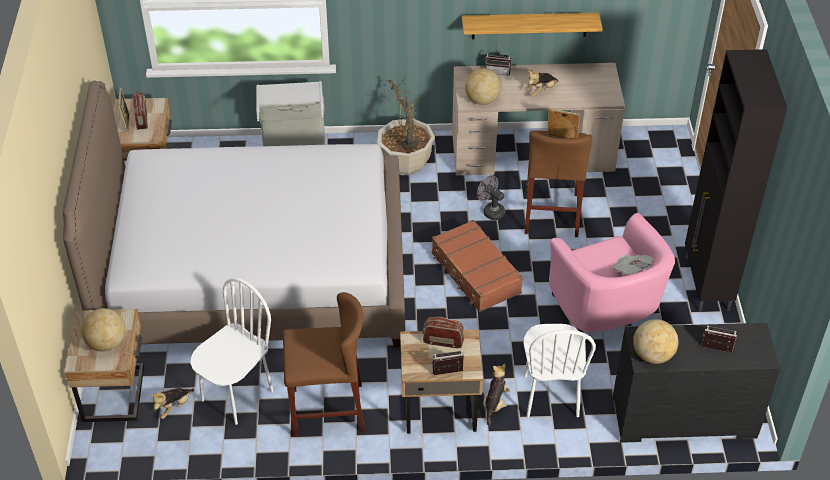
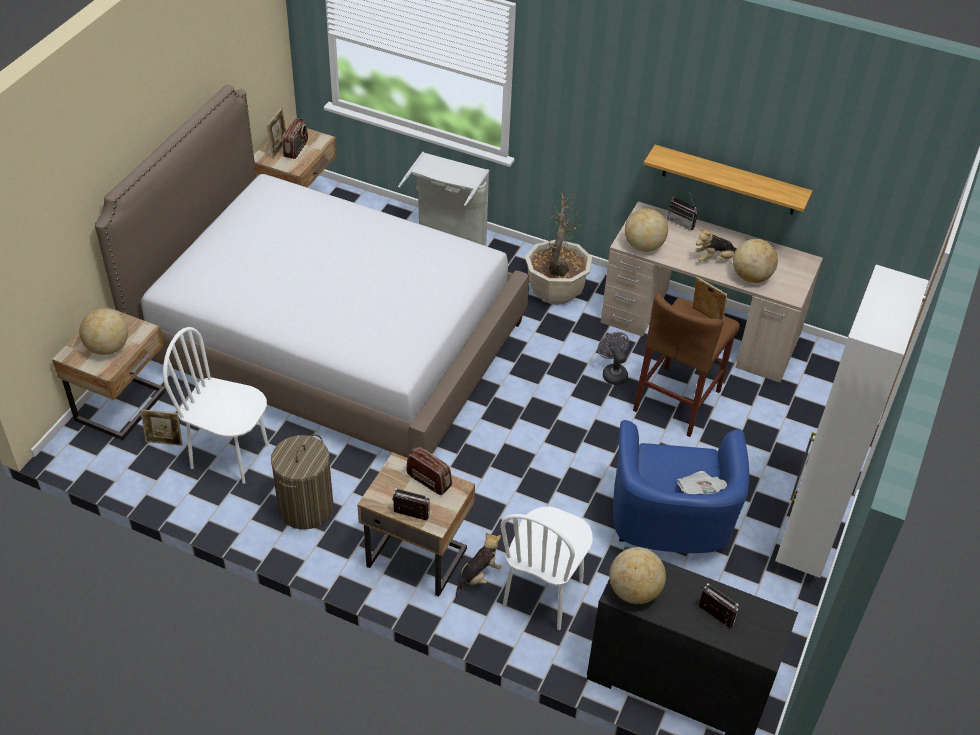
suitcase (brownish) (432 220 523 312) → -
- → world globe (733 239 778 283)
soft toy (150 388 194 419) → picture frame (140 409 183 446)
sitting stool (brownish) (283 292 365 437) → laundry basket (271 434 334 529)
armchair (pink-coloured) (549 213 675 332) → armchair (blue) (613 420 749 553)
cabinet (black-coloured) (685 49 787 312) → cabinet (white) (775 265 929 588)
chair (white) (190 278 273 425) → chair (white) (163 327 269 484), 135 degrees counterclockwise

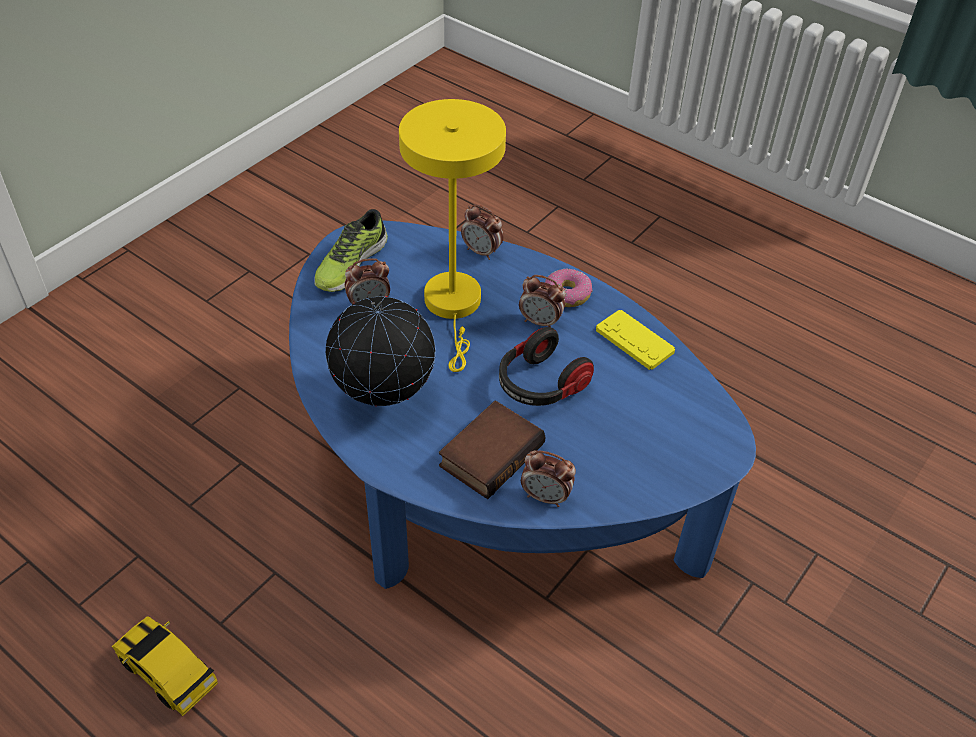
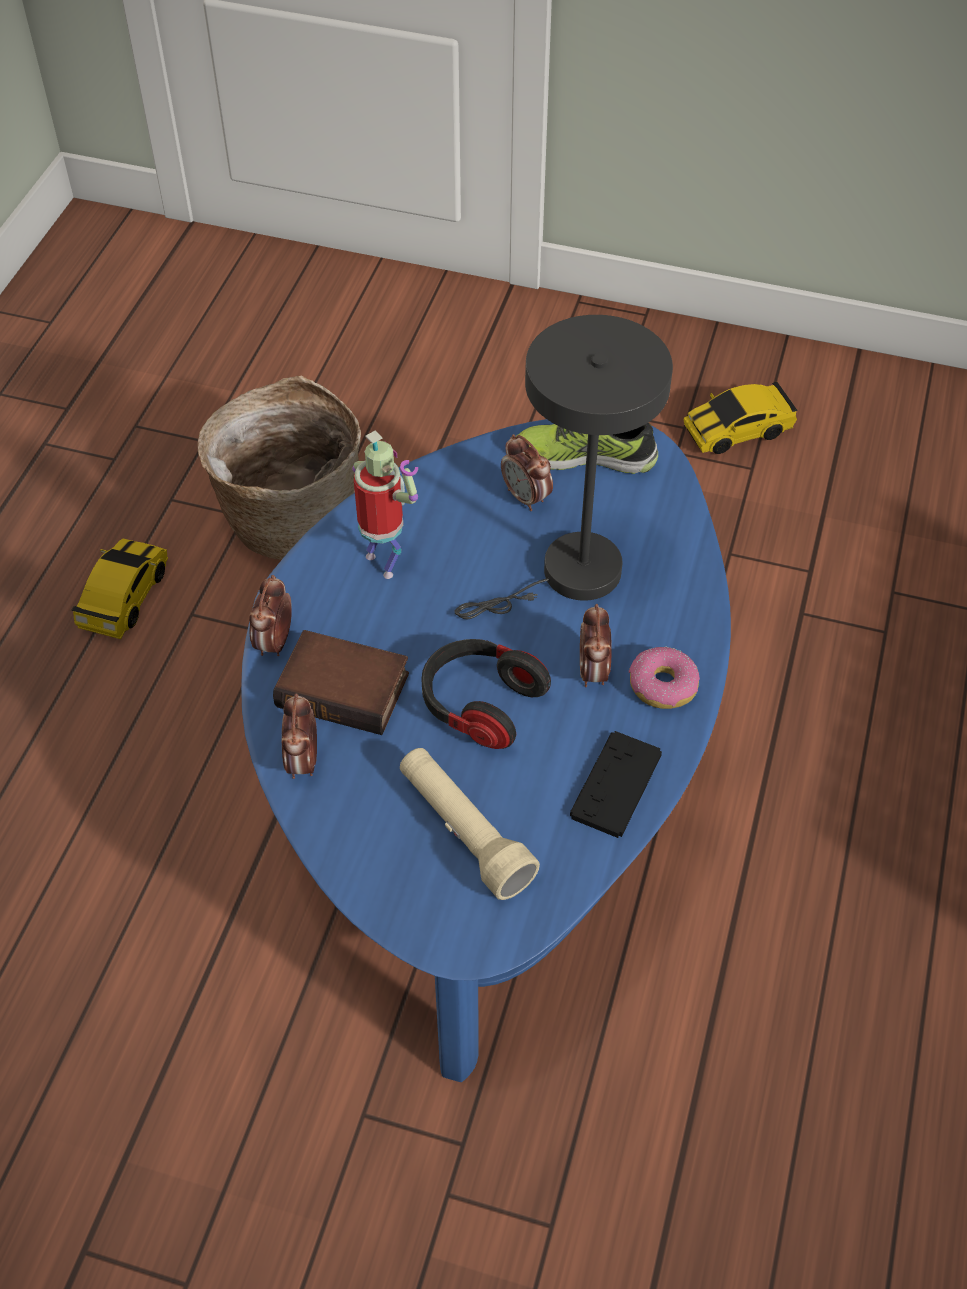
- → storage basket (198 375 361 560)
- → torch (beige) (400 748 540 900)
- → toy car (684 382 798 454)
bedside clock (461 204 504 260) → bedside clock (249 575 292 656), moved
world globe (326 296 436 407) → toy robot (352 431 418 579)
tabletop lamp (yellow-coloured) (399 99 506 372) → tabletop lamp (gray) (454 315 673 619)
gamepad (yellow-coloured) (596 310 675 370) → gamepad (black-coloured) (570 731 662 838)

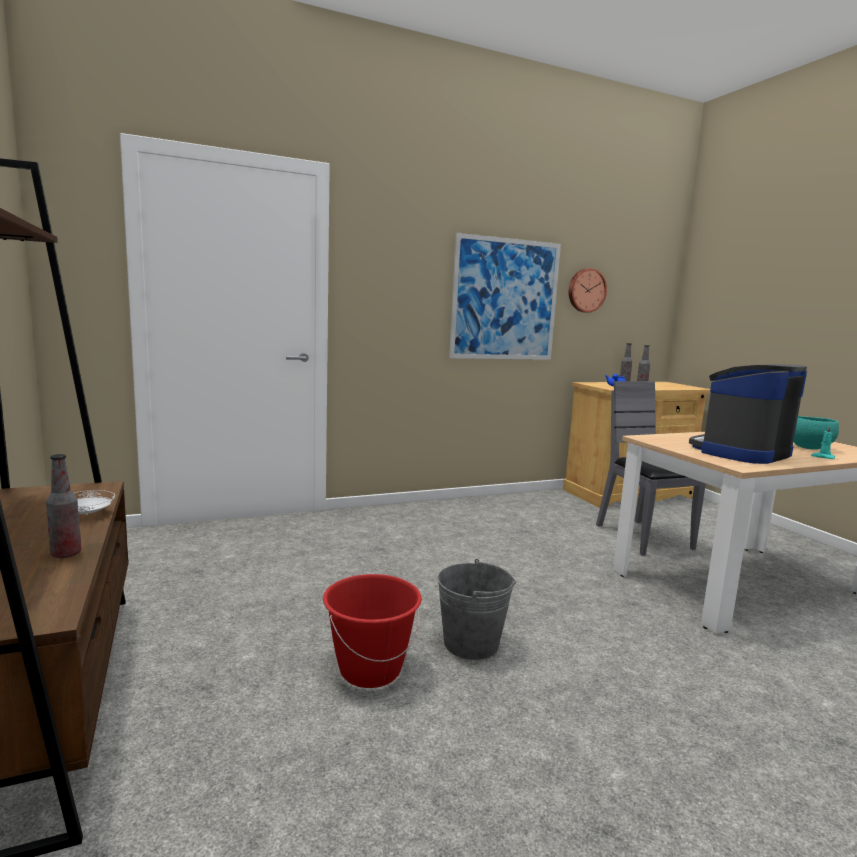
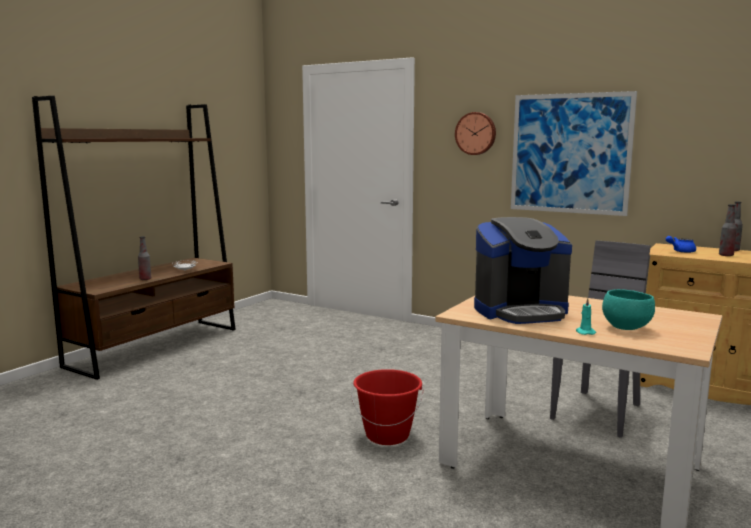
pail (gray) (437 559 516 660) → -
pail (reddish) (323 574 422 688) → pail (reddish) (352 369 424 445), moved
clock on the wall (569 268 607 313) → clock on the wall (455 112 496 155), moved
coffee machine (689 364 807 464) → coffee machine (474 217 572 324), 150 degrees clockwise

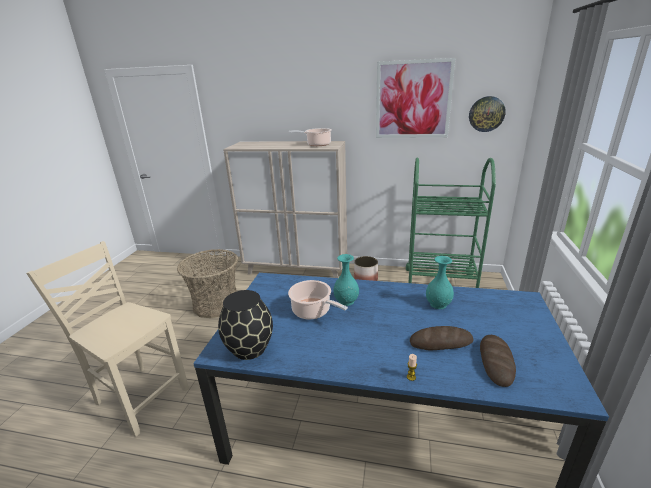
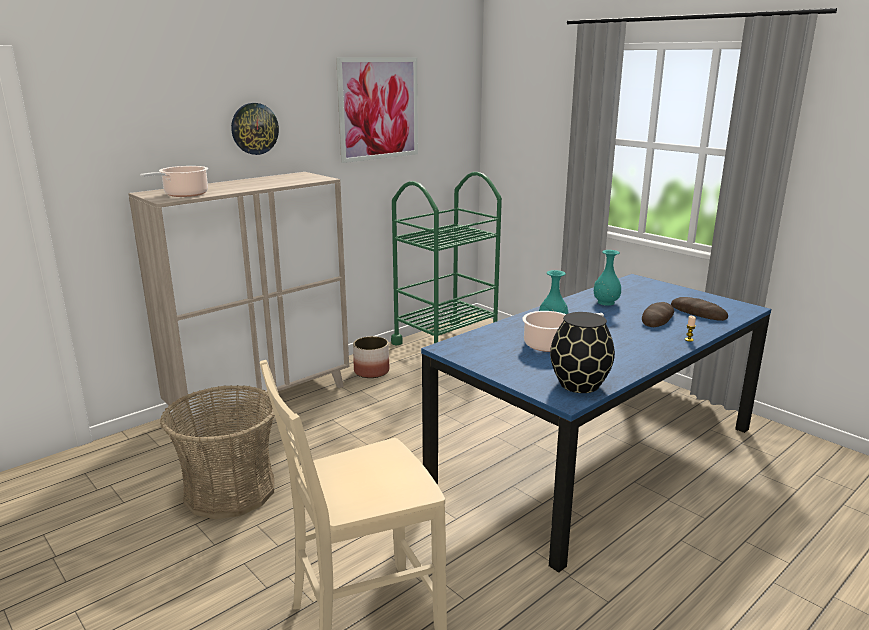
saucepot (289 128 332 146) → saucepot (140 166 208 197), moved
clock on the wall (469 96 506 132) → clock on the wall (231 103 279 155), moved

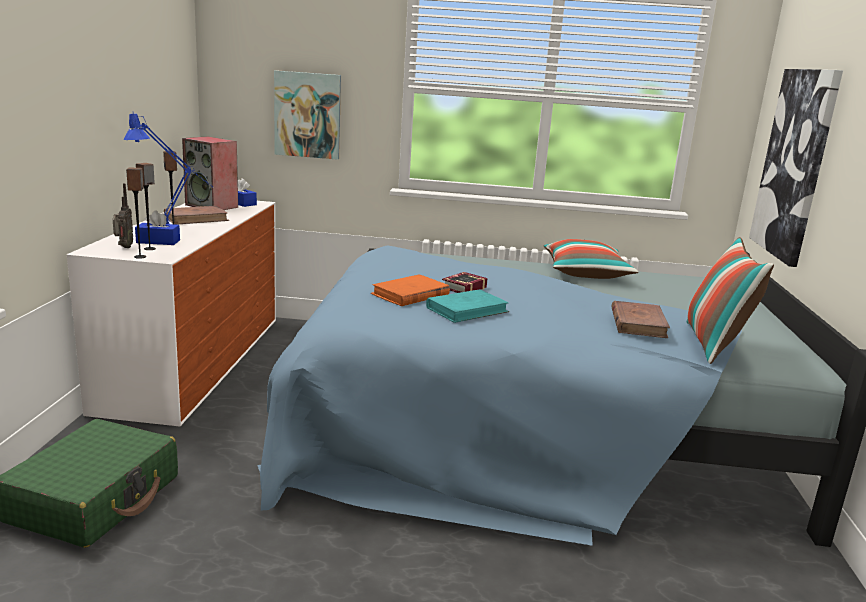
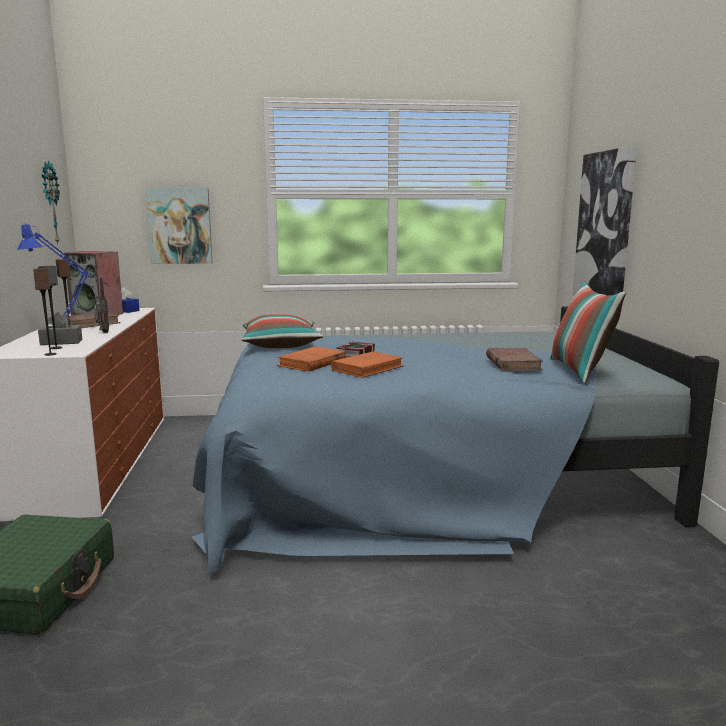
- → clock on the wall (42 160 60 244)
radio set (113 183 133 248) → radio set (94 278 109 333), moved
throw pillow (544 239 639 279) → throw pillow (242 314 323 348), moved
tissue holder (blue) (135 211 180 245) → tissue holder (gray) (38 312 82 345)
volume (blue-green) (426 289 509 323) → volume (orange) (331 351 404 378)

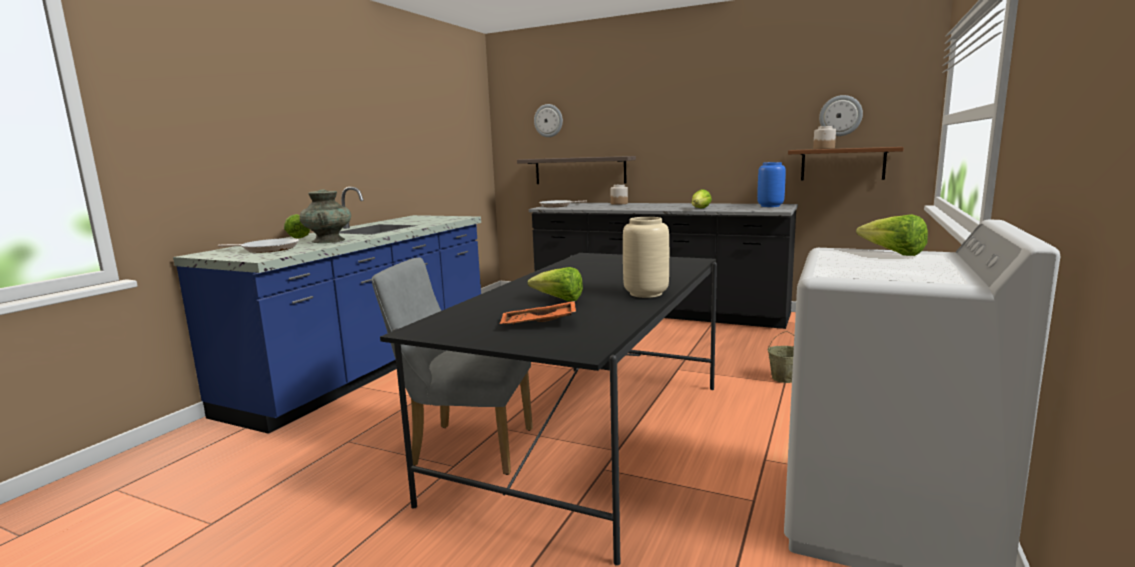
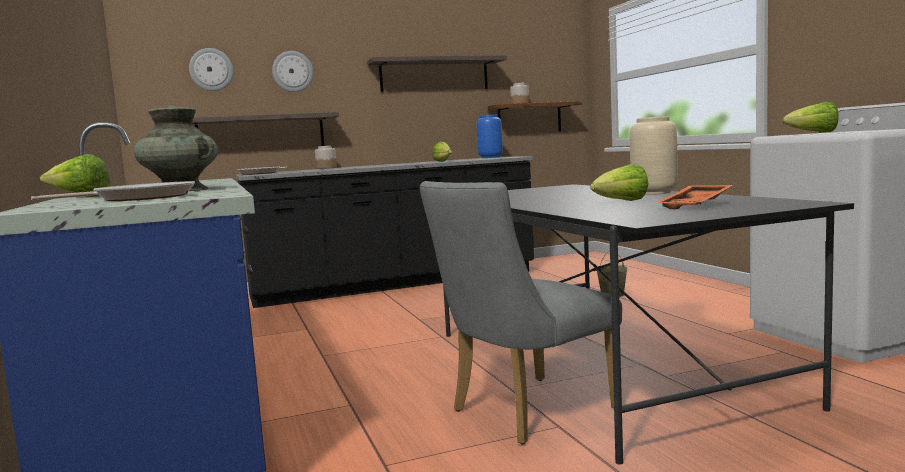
- → shelf (367 55 507 92)
clock on the wall (819 95 863 136) → clock on the wall (272 51 313 92), moved

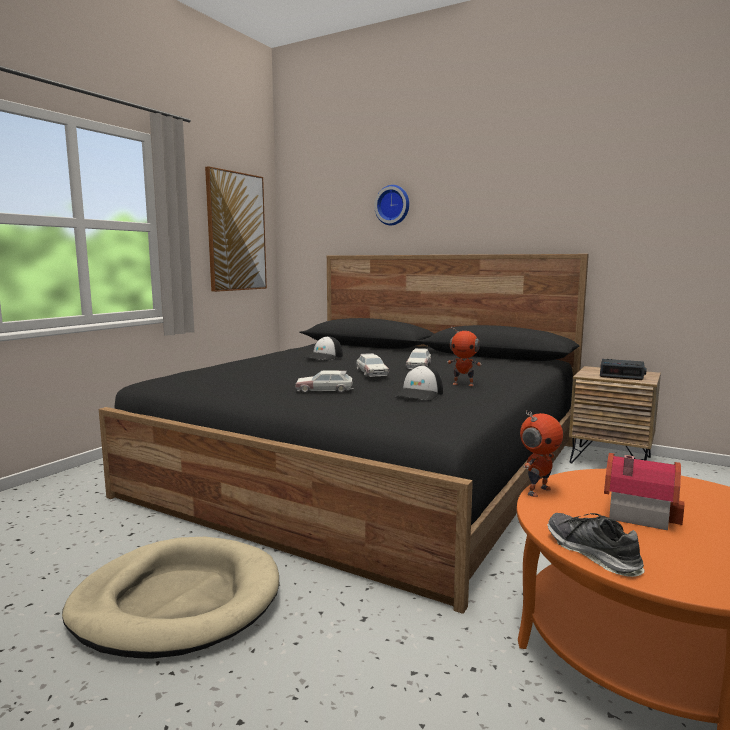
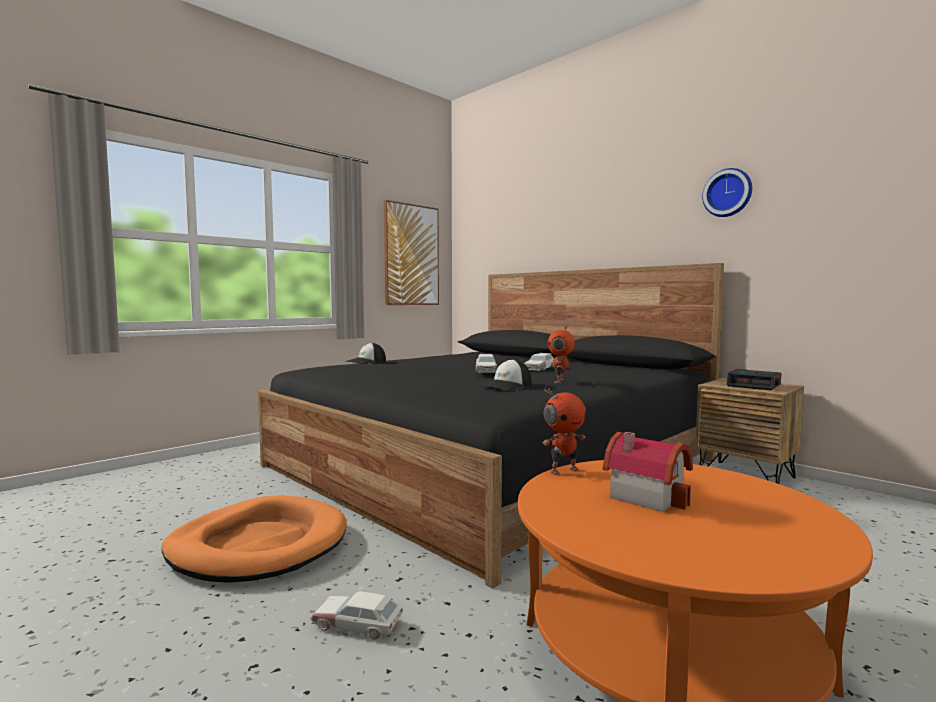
shoe (547 513 644 577) → -
toy car (295 370 353 393) → toy car (311 591 403 639), moved
peaked cap (304 336 343 361) → peaked cap (346 343 386 364), moved
clock on the wall (374 185 409 225) → clock on the wall (702 168 752 217), moved
dog cushion (beige) (62 537 279 659) → dog cushion (orange) (161 495 347 583)
toy robot (447 325 482 386) → toy robot (548 325 575 383), 75 degrees clockwise

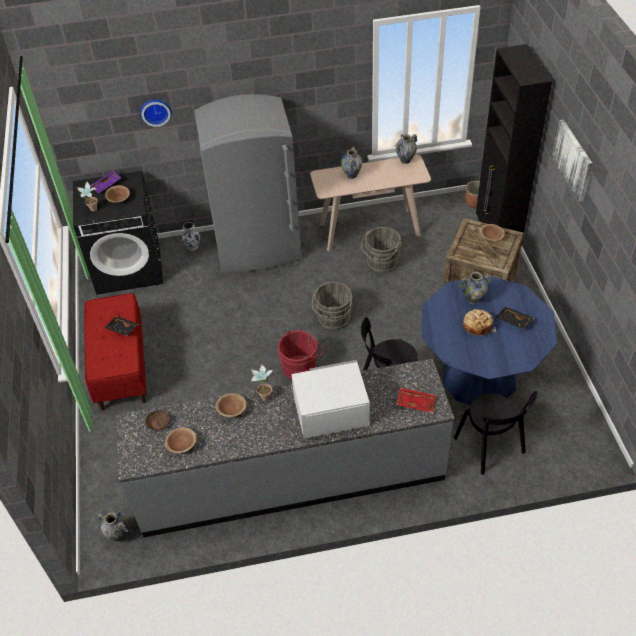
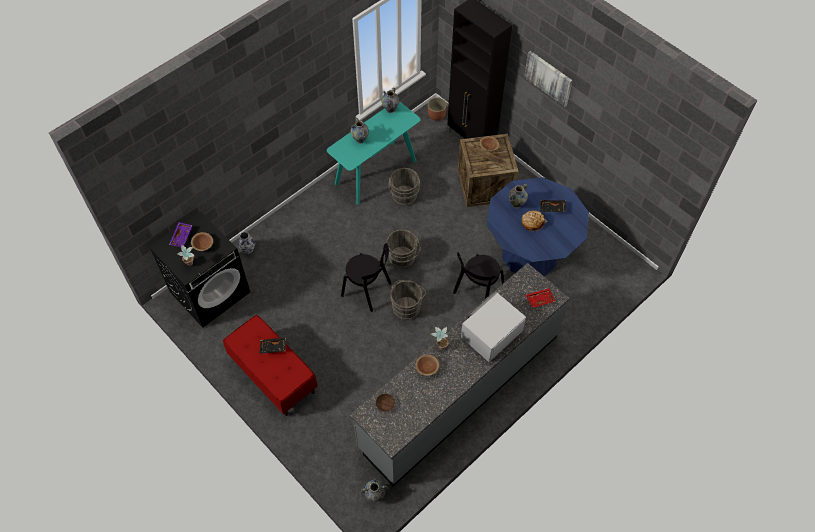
clock on the wall (140 99 172 127) → -
serving bowl (brownish) (165 427 196 453) → -
kitchen fridge (gray) (194 94 302 272) → -
chair (black-coloured) (454 391 537 475) → chair (black-coloured) (341 243 392 312), moved
pail (reddish) (278 330 323 380) → pail (gray) (390 280 426 320)
hall table (beige) (310 155 431 251) → hall table (blue-green) (327 101 421 205)

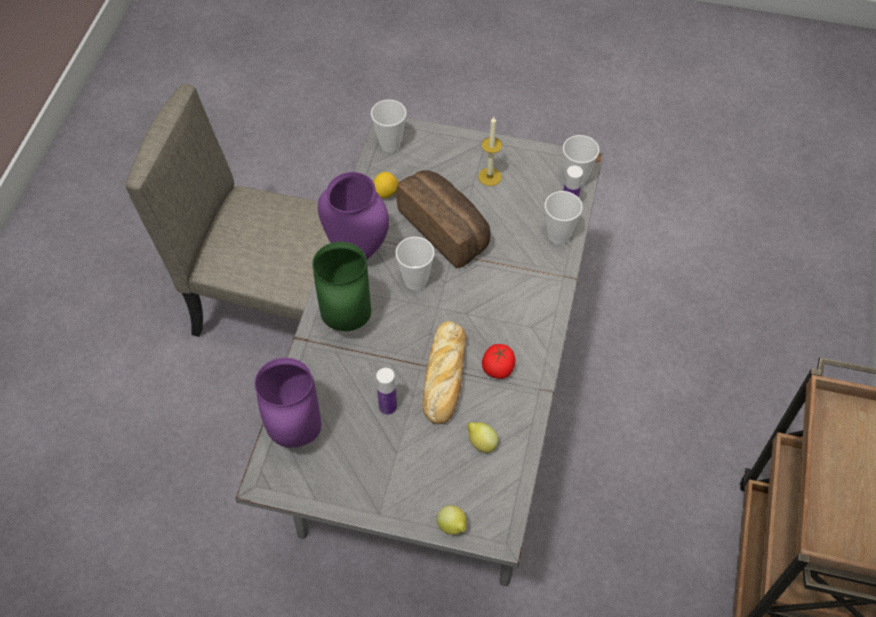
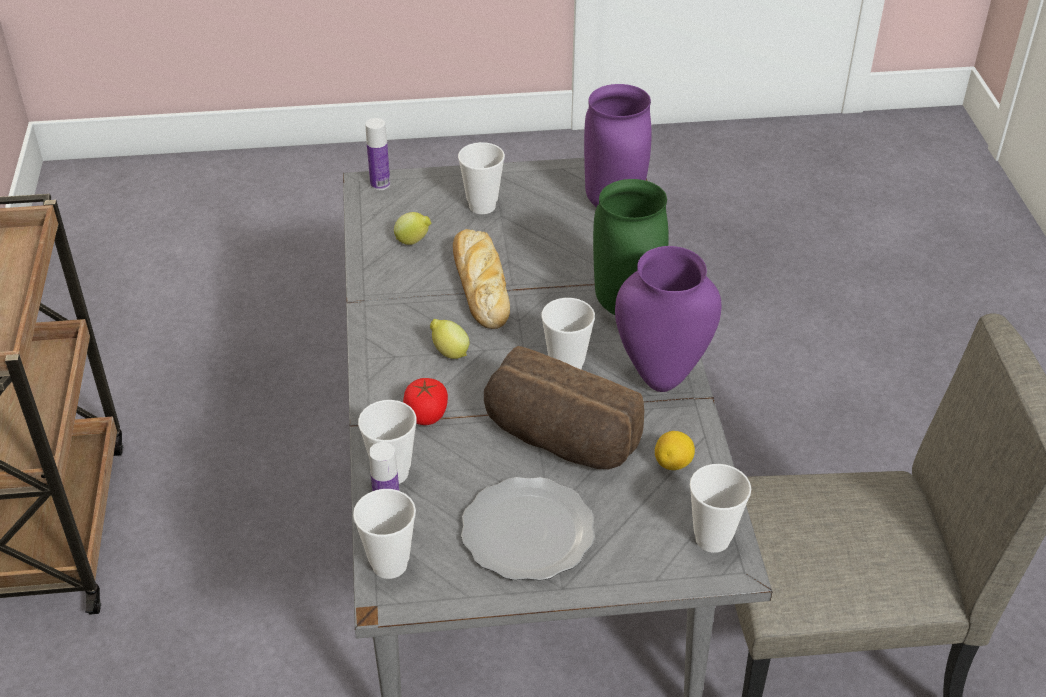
- → small cup (458 142 505 214)
drink bottle (376 368 397 415) → drink bottle (365 118 390 190), moved
whole lemon (437 505 467 535) → whole lemon (430 319 470 359), moved
tomato (482 344 515 379) → tomato (403 378 448 425), moved
wax light (478 117 502 186) → flat dish (461 477 595 581)

